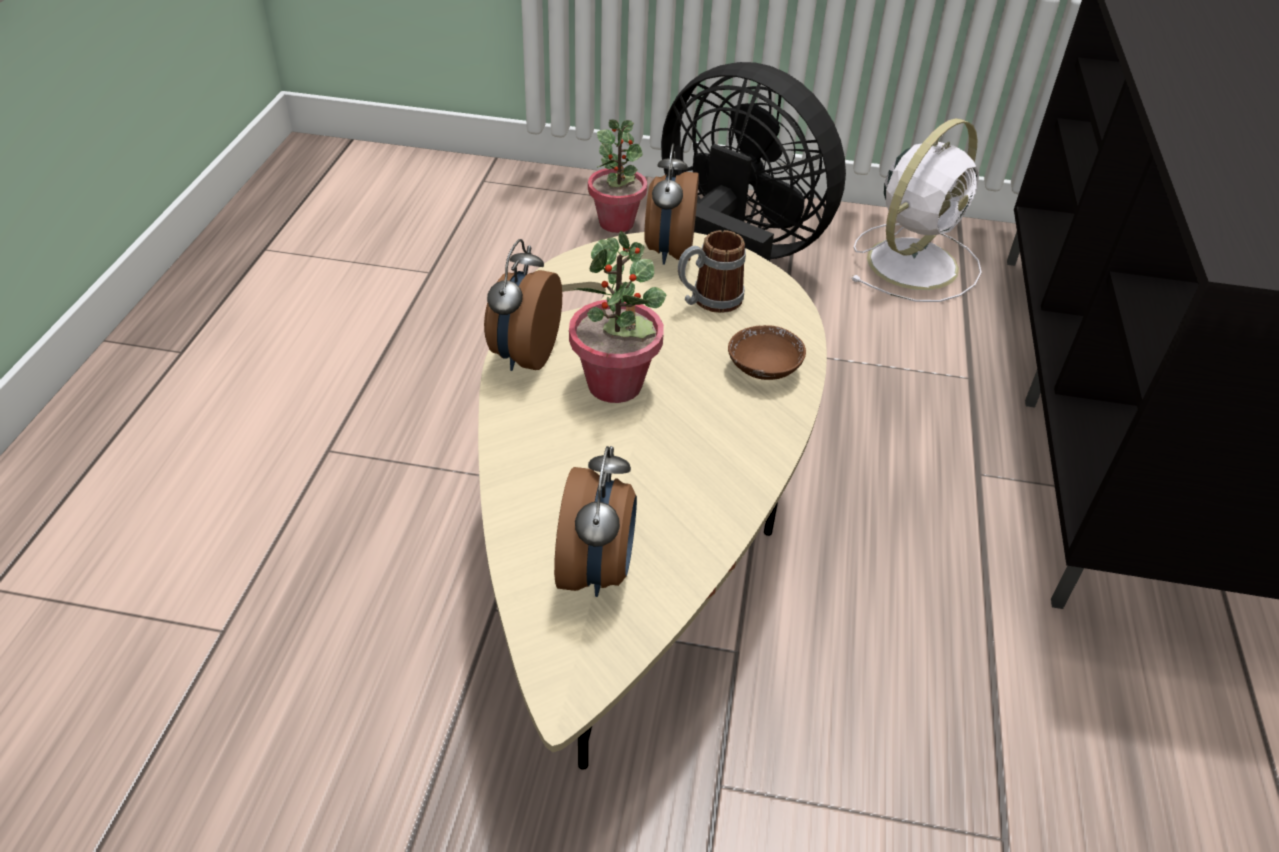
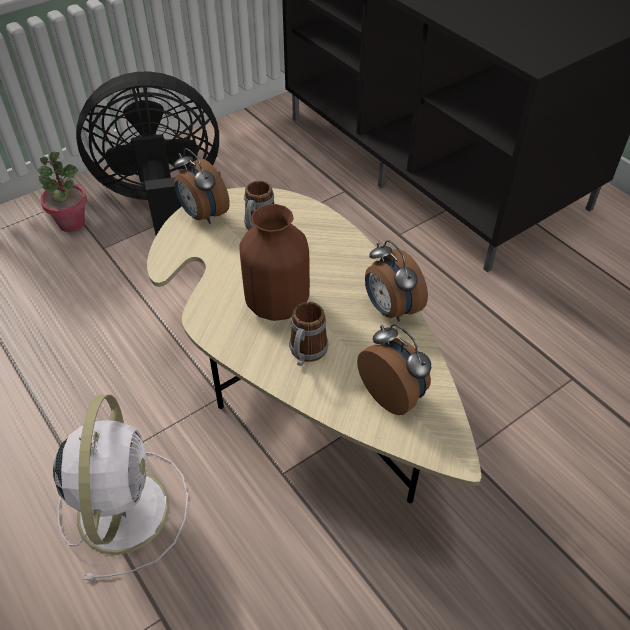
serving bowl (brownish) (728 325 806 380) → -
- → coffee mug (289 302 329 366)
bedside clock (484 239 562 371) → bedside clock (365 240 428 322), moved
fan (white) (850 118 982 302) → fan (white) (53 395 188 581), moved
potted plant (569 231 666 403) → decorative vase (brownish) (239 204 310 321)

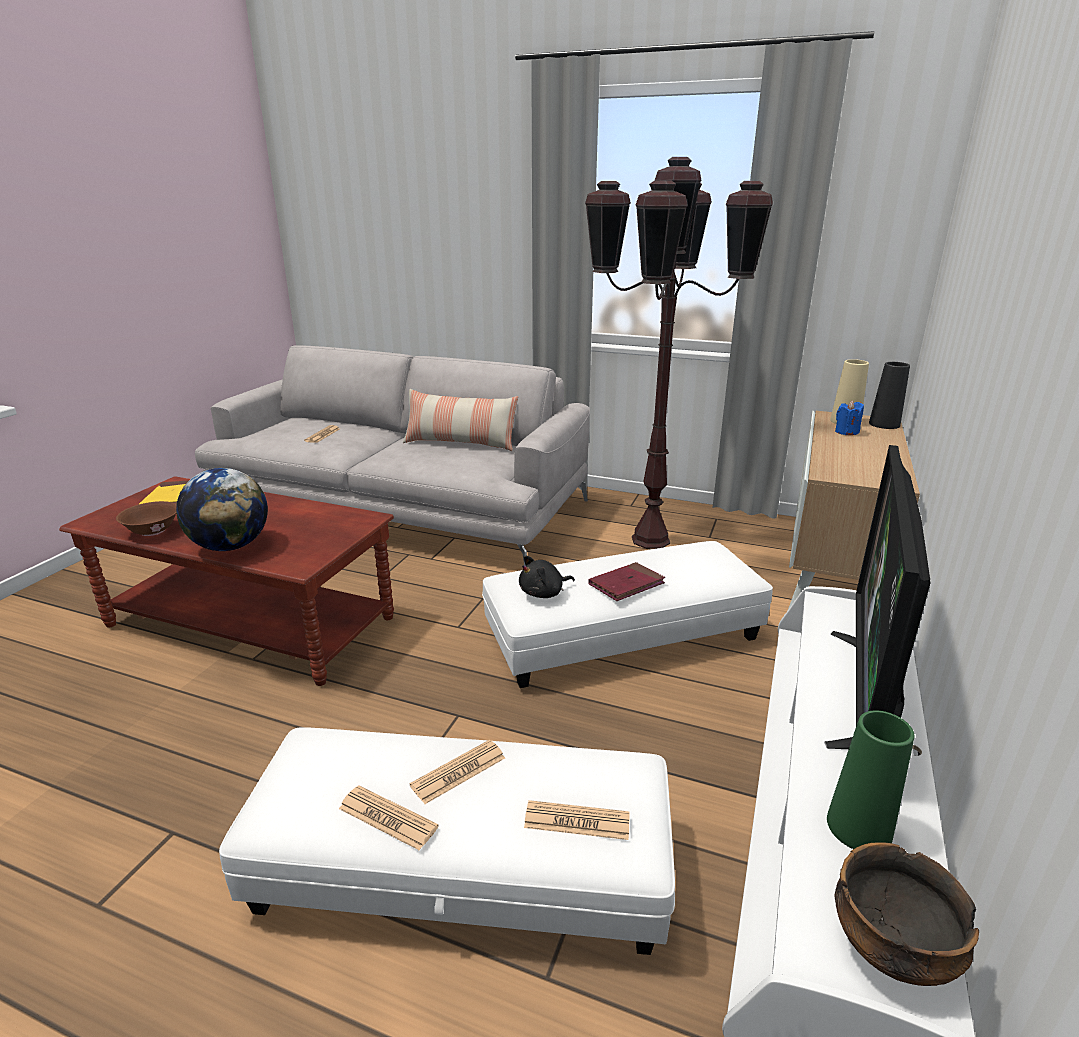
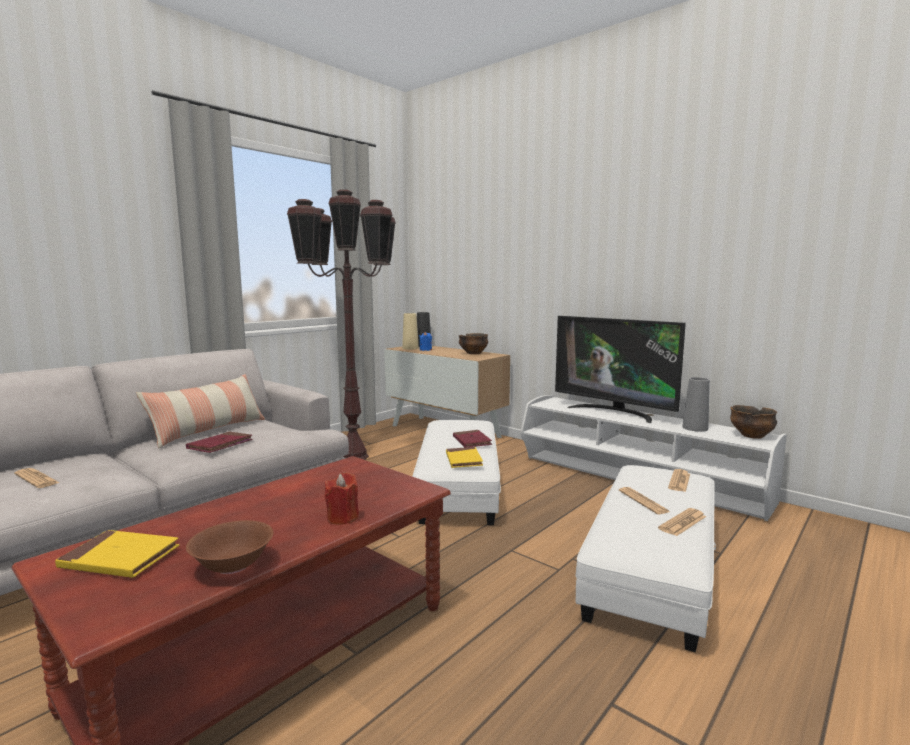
- → volume (reddish) (186 431 253 453)
- → serving bowl (459 333 488 354)
world globe (176 468 268 551) → wax light (reddish) (325 472 359 525)
soft toy (black-coloured) (519 556 575 598) → volume (yellow-coloured) (446 447 483 468)
decorative vase (greenish) (827 710 914 849) → decorative vase (gray) (682 377 710 432)

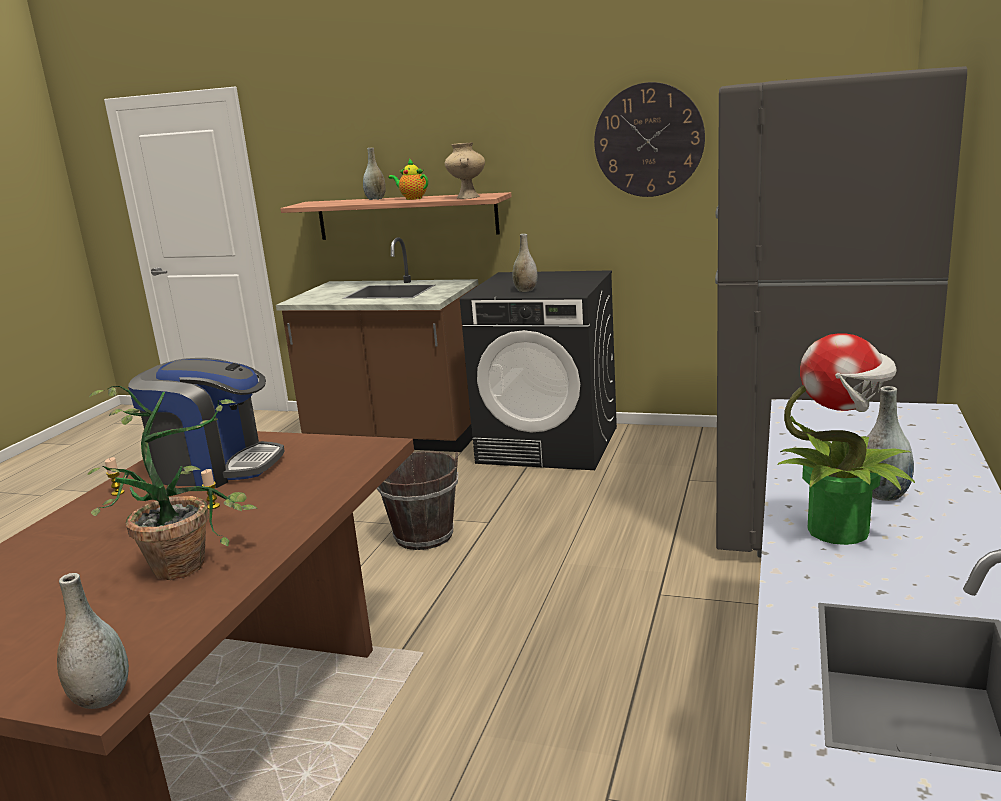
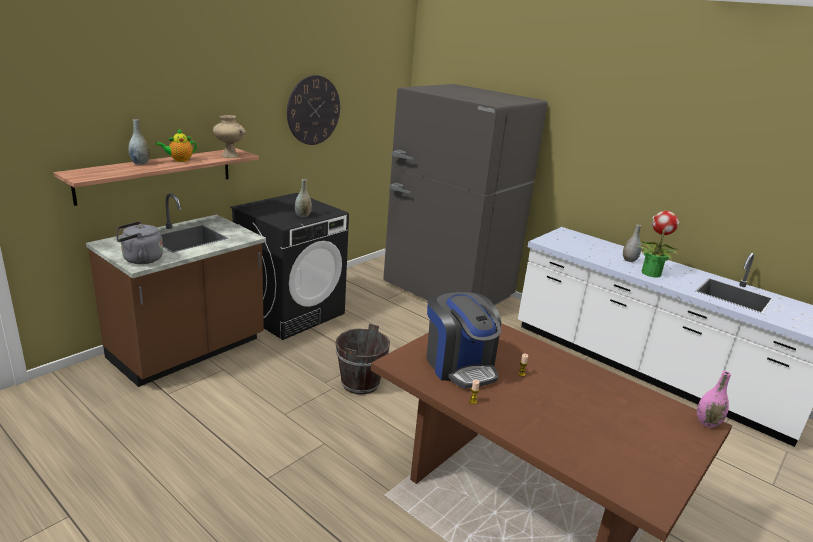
potted plant (88 386 257 580) → -
- → water kettle (gray) (116 221 163 264)
decorative vase (gray) (57 573 129 709) → decorative vase (pink-coloured) (697 371 731 427)
coffee machine (128 358 285 488) → coffee machine (426 291 501 388), 120 degrees clockwise

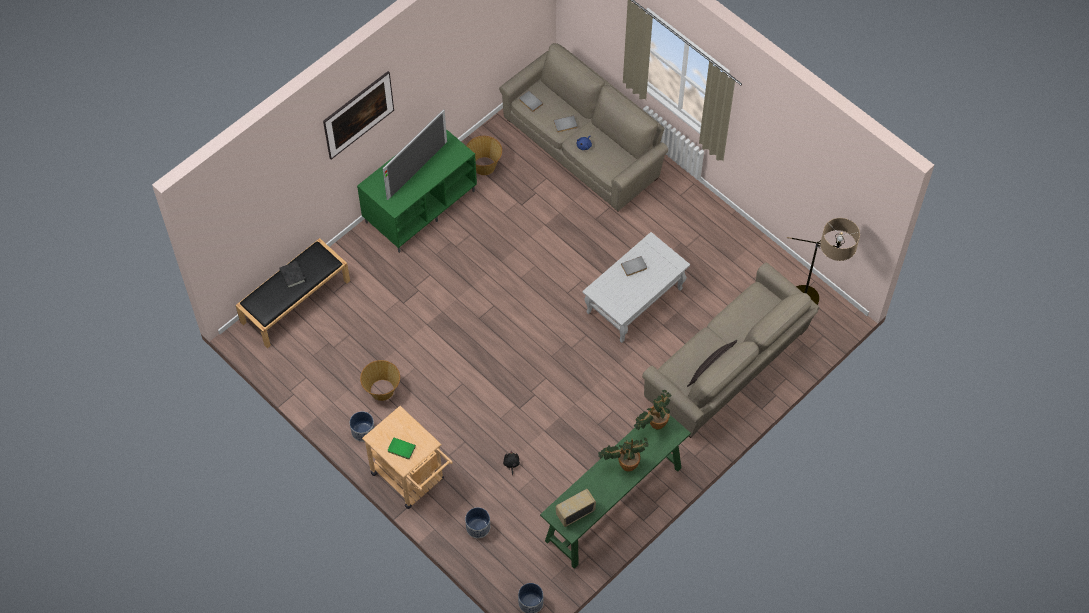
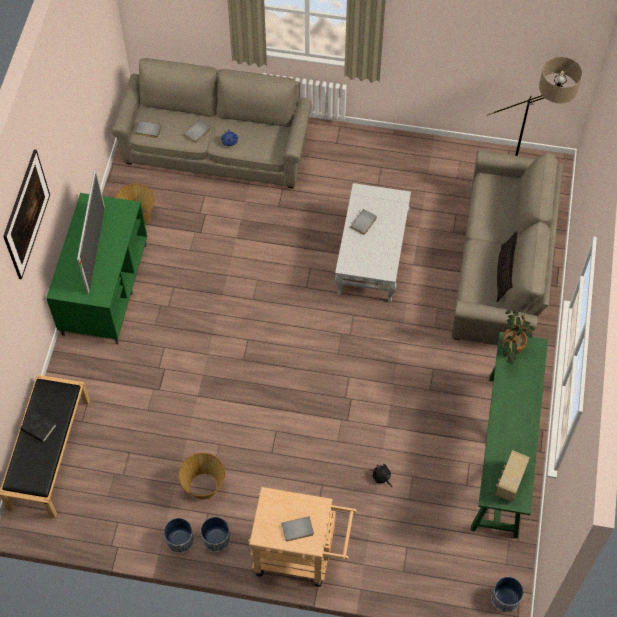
potted plant (598 438 649 472) → -
planter (465 507 490 538) → planter (164 518 194 553), moved
volume (greenish) (388 437 416 459) → volume (gray) (281 516 314 541)

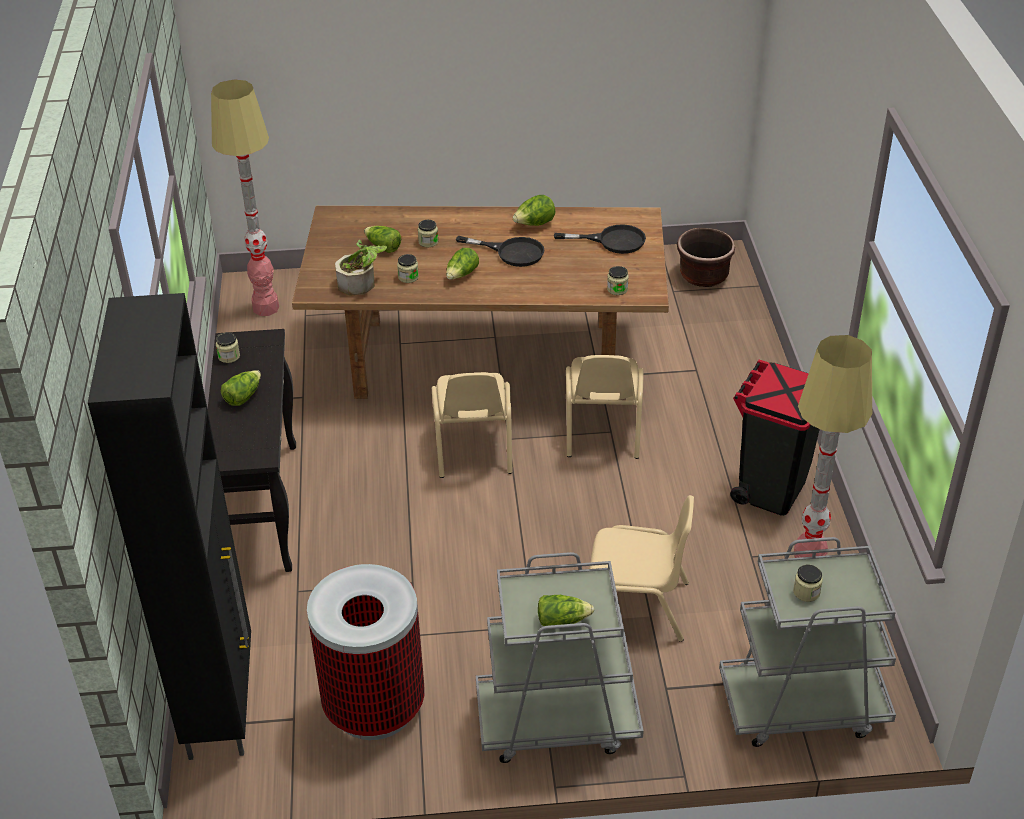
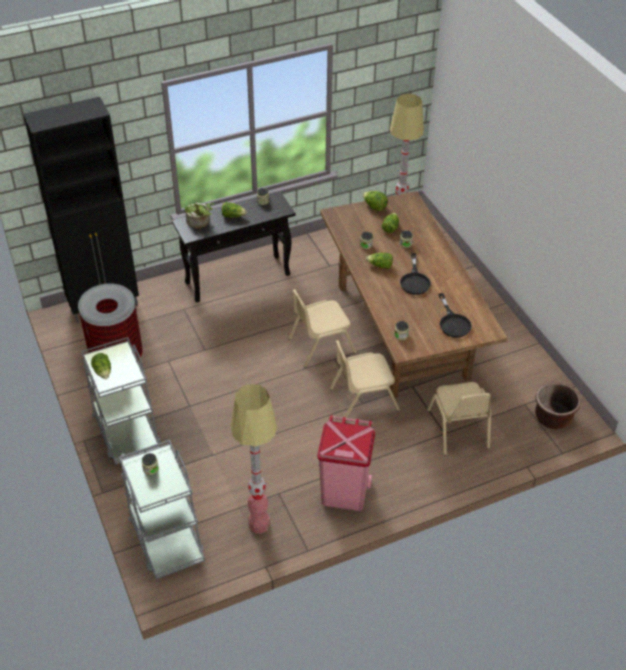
potted plant (335 239 387 296) → potted plant (184 203 215 229), moved
head of lettuce (513 195 555 226) → head of lettuce (363 191 388 211), moved
chair (beige) (588 495 694 642) → chair (beige) (427 382 491 455), moved
rubbish bin (black-coloured) (730 360 820 516) → rubbish bin (pink-coloured) (317 415 375 511)

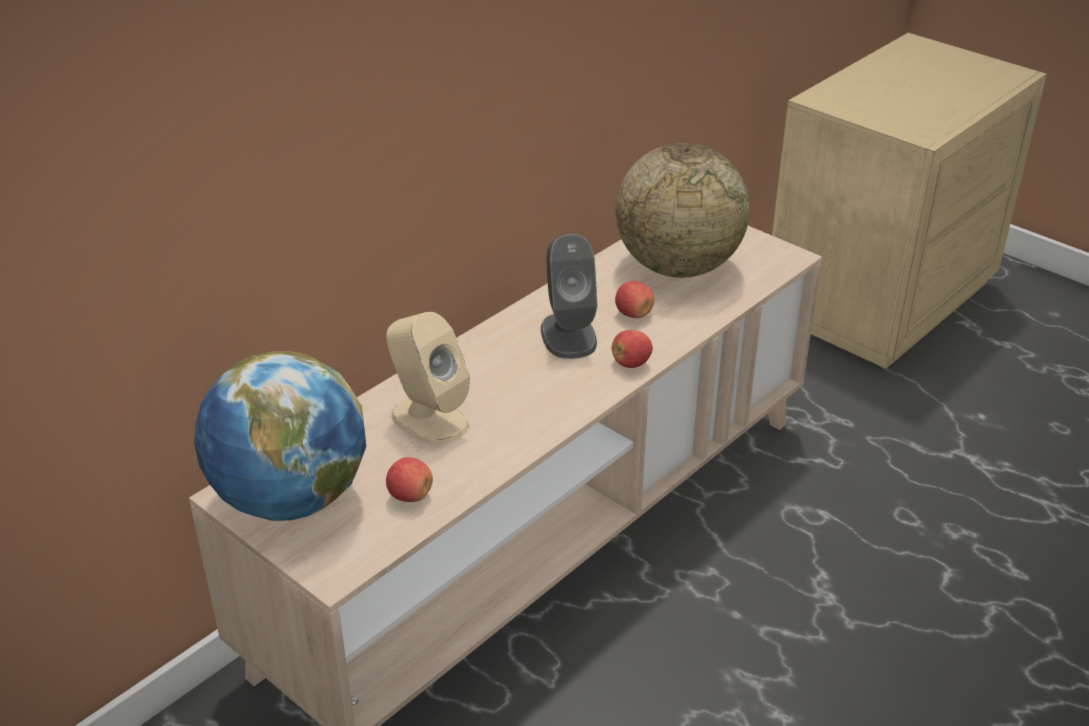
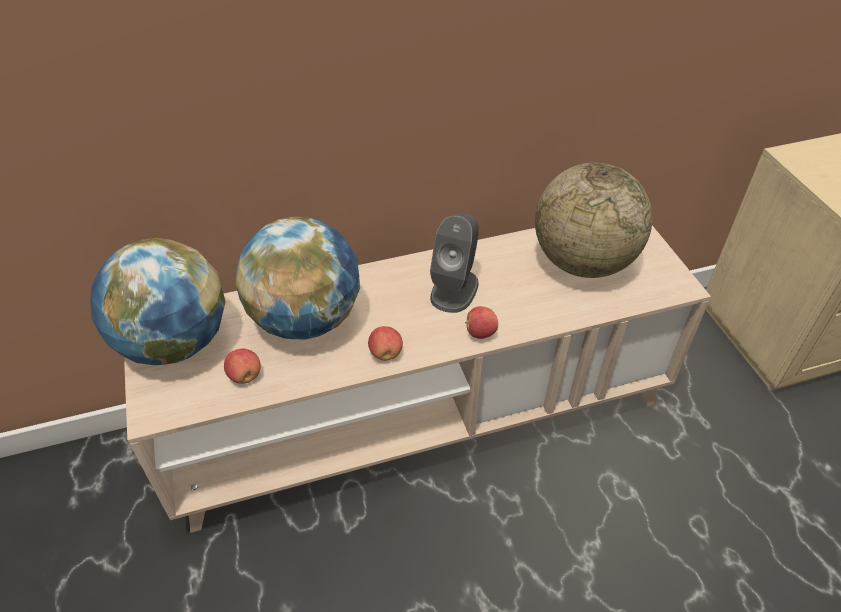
apple (615 281 654 318) → apple (368 326 403 361), moved
loudspeaker (beige) (386 312 470 445) → world globe (236 217 360 340)

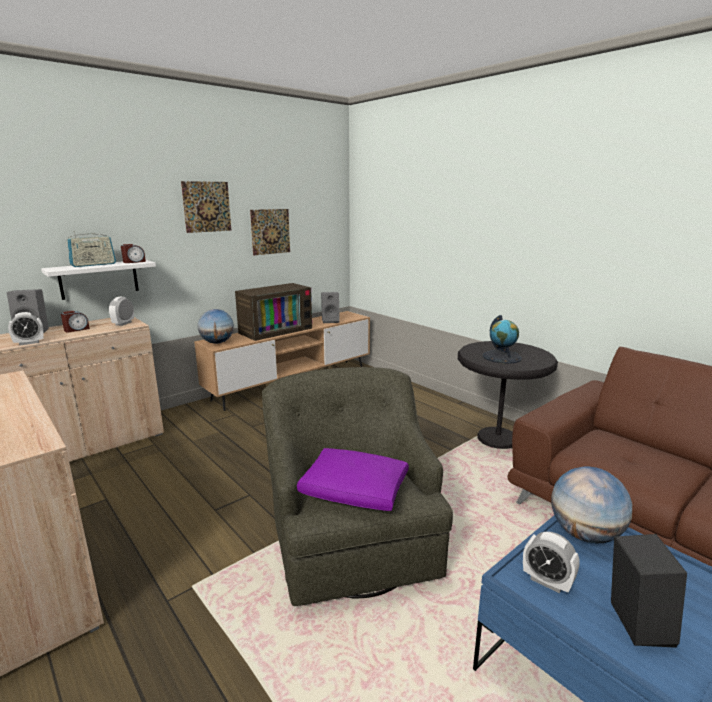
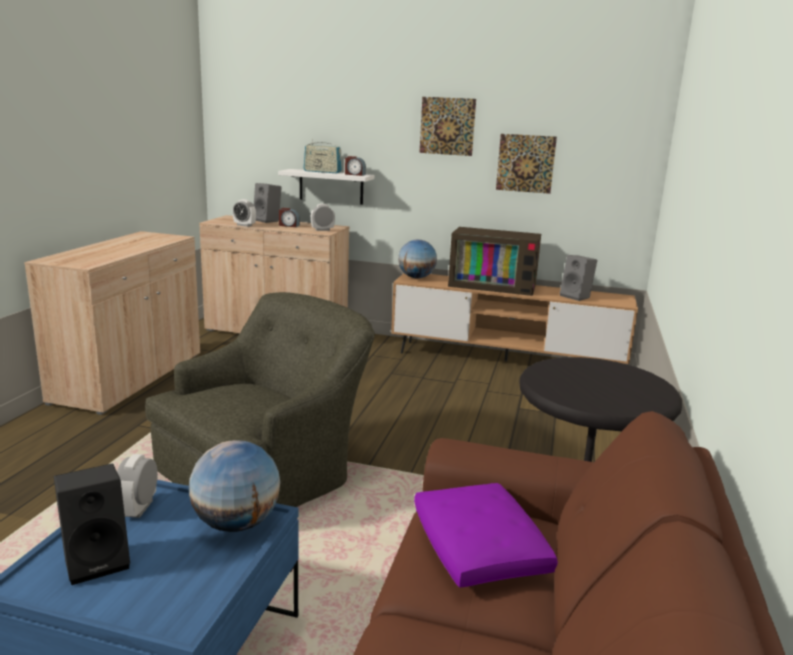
world globe (483 315 522 364) → -
throw pillow (purple-coloured) (297 448 409 511) → throw pillow (purple-coloured) (414 483 558 588), moved

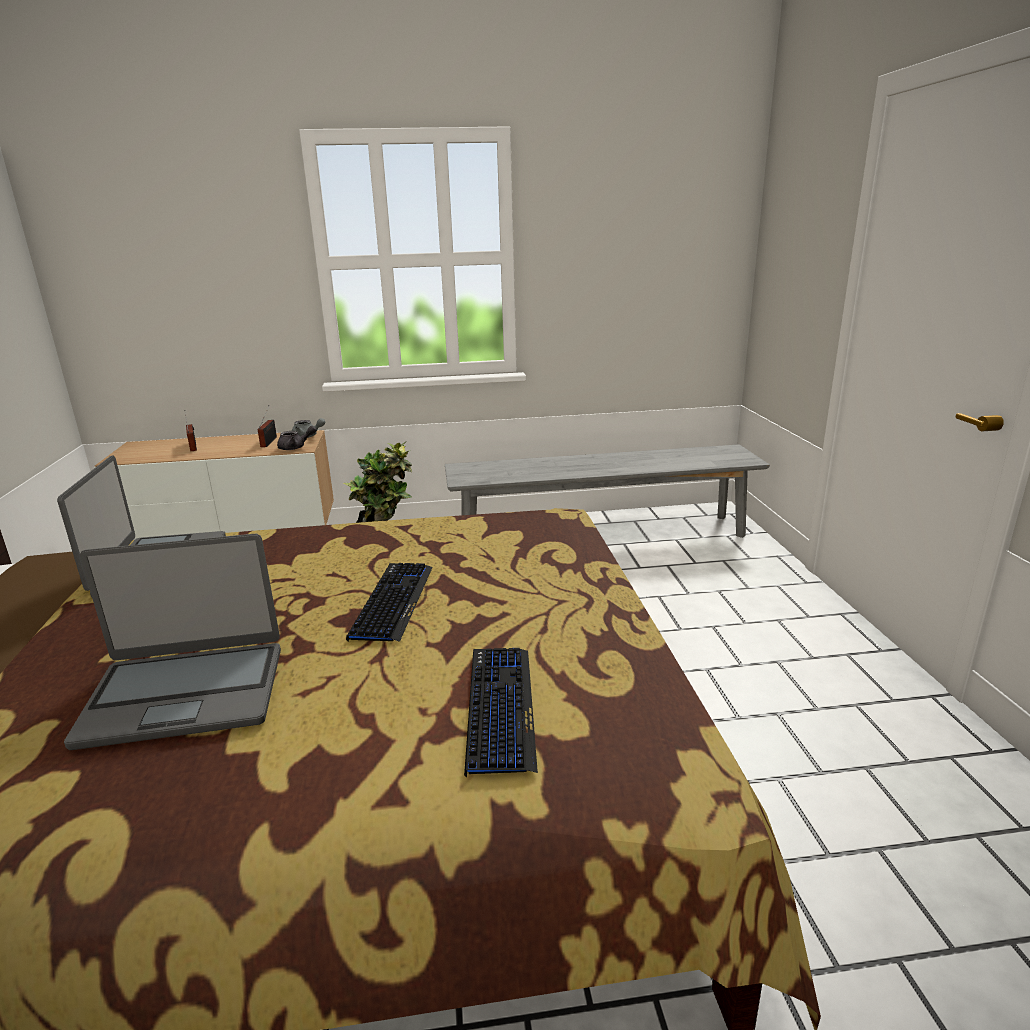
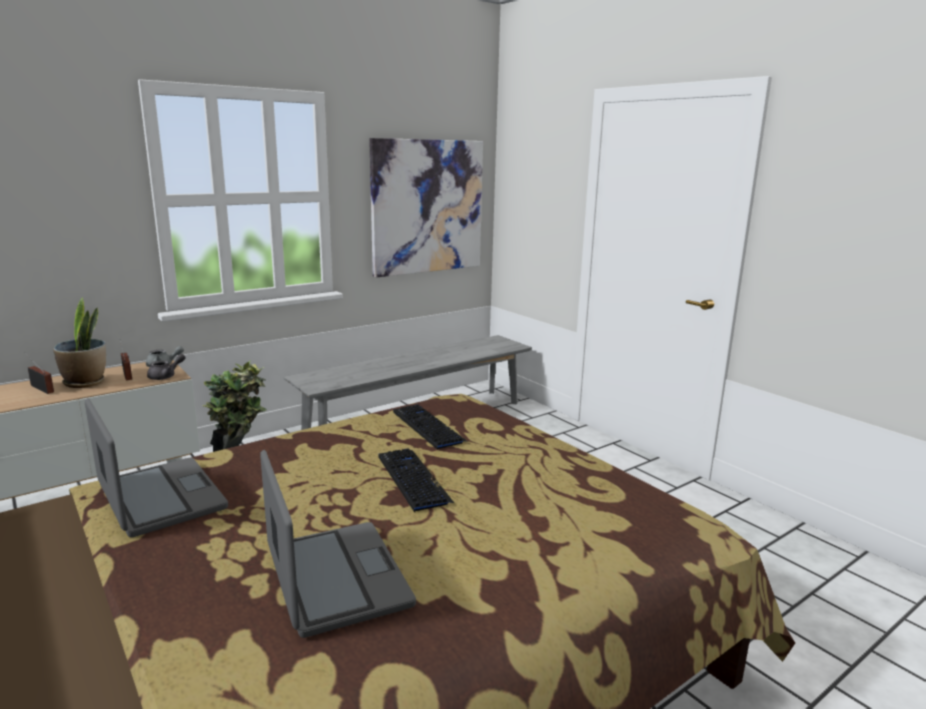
- → potted plant (53 297 106 388)
- → wall art (369 138 483 278)
keyboard (464 648 538 777) → keyboard (393 404 468 450), moved
portable computer (64 534 281 750) → portable computer (260 450 416 638), 75 degrees counterclockwise

